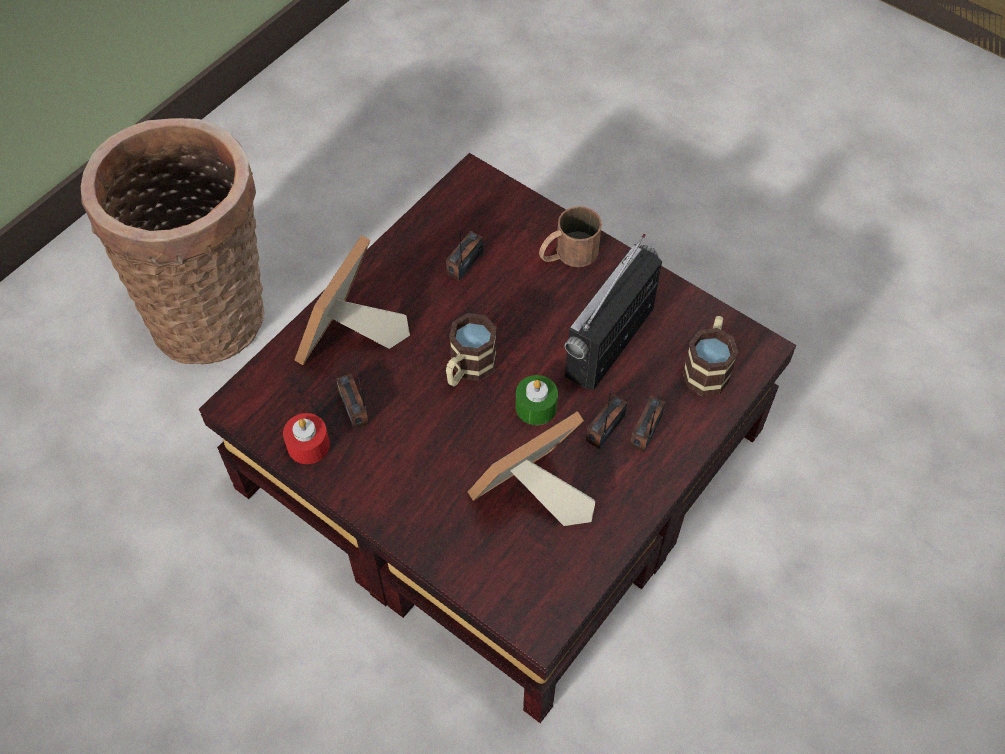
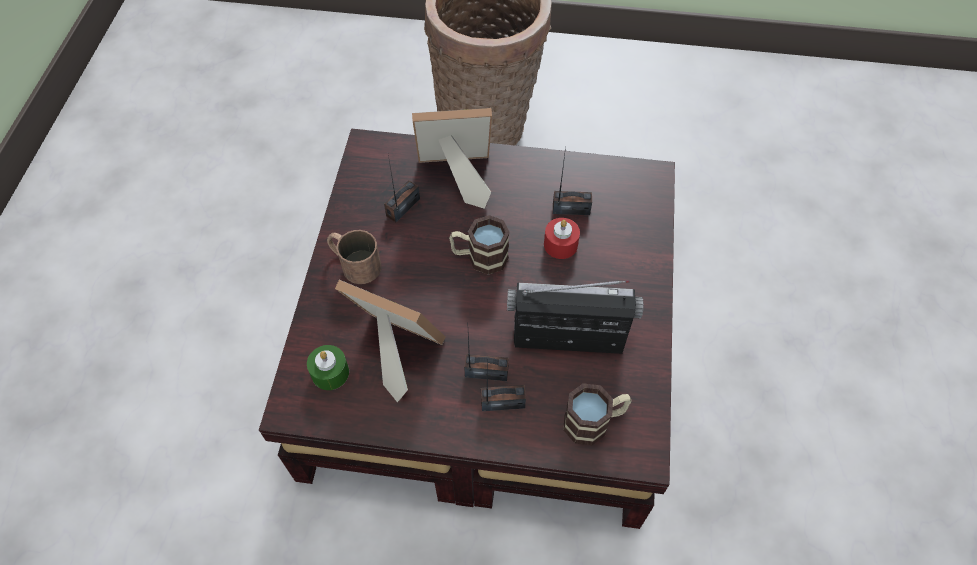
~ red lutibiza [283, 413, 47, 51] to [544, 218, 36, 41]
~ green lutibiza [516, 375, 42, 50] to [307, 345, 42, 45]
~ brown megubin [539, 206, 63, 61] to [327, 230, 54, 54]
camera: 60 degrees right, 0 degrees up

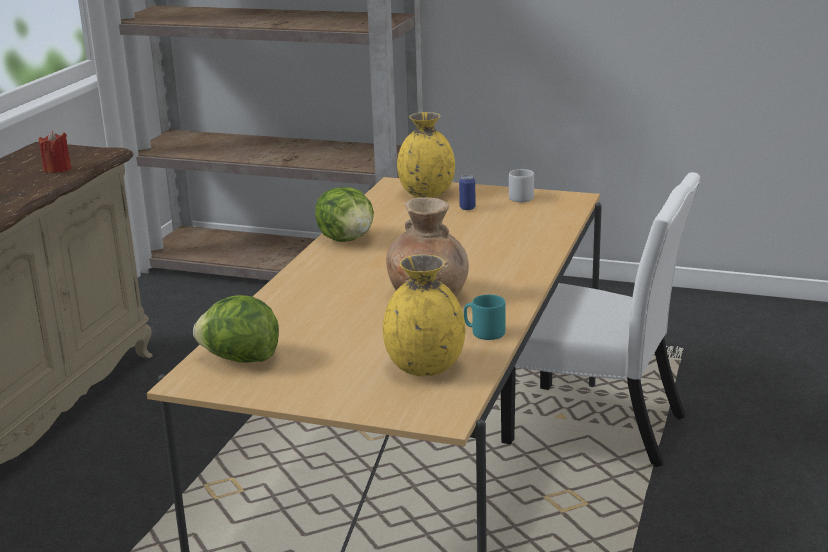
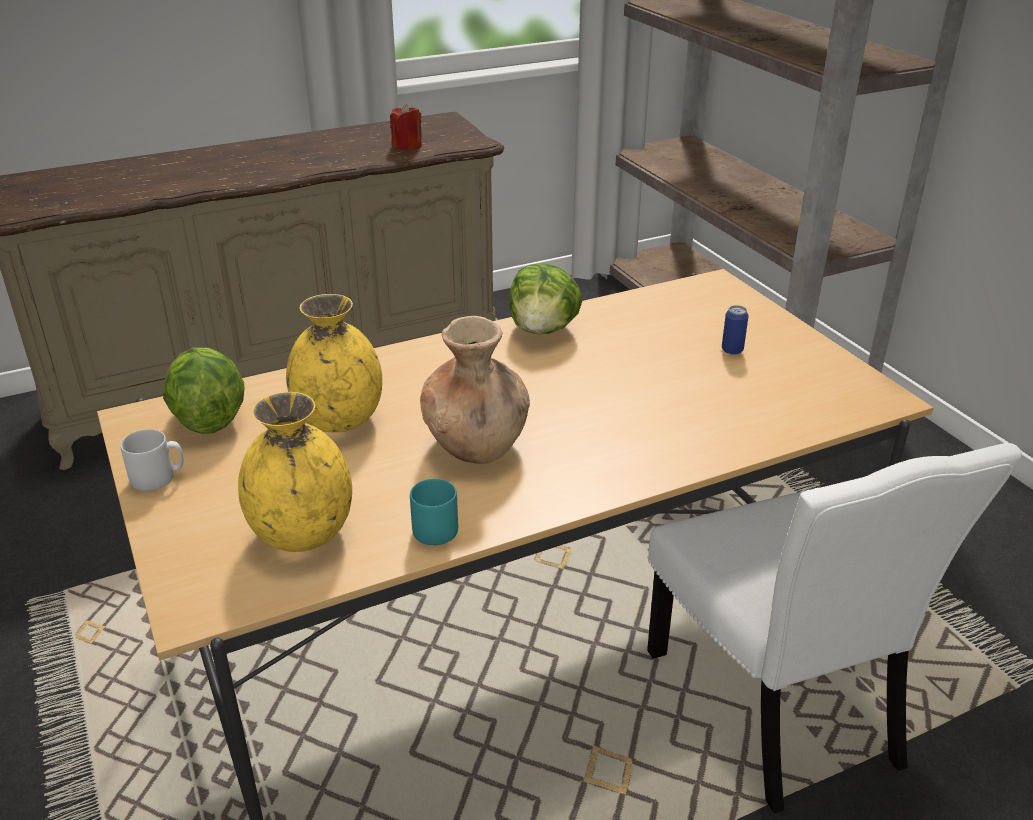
~ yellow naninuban [397, 112, 58, 86] to [286, 294, 96, 139]
~ grey megubin [509, 169, 25, 33] to [120, 429, 63, 62]
camera: 45 degrees right, 10 degrees up

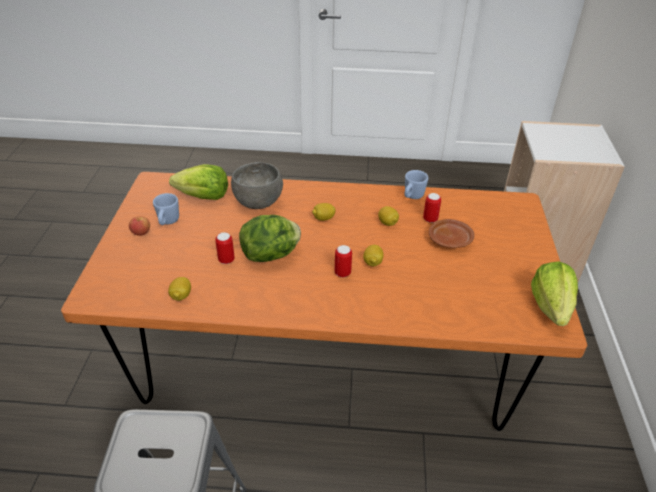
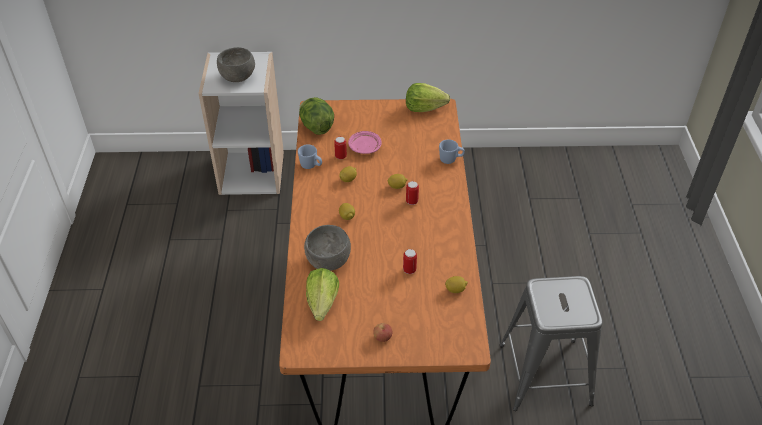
+ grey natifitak [217, 47, 38, 35]
~ blue megubin [153, 193, 26, 32] to [439, 139, 26, 25]
~ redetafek [239, 215, 62, 47] to [299, 97, 35, 38]
~ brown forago [429, 219, 45, 29] to pink forago [348, 131, 34, 23]
camera: 95 degrees left, 5 degrees up

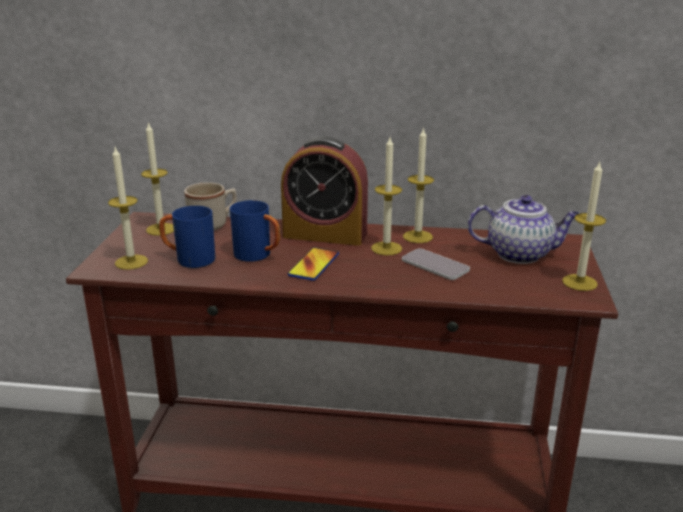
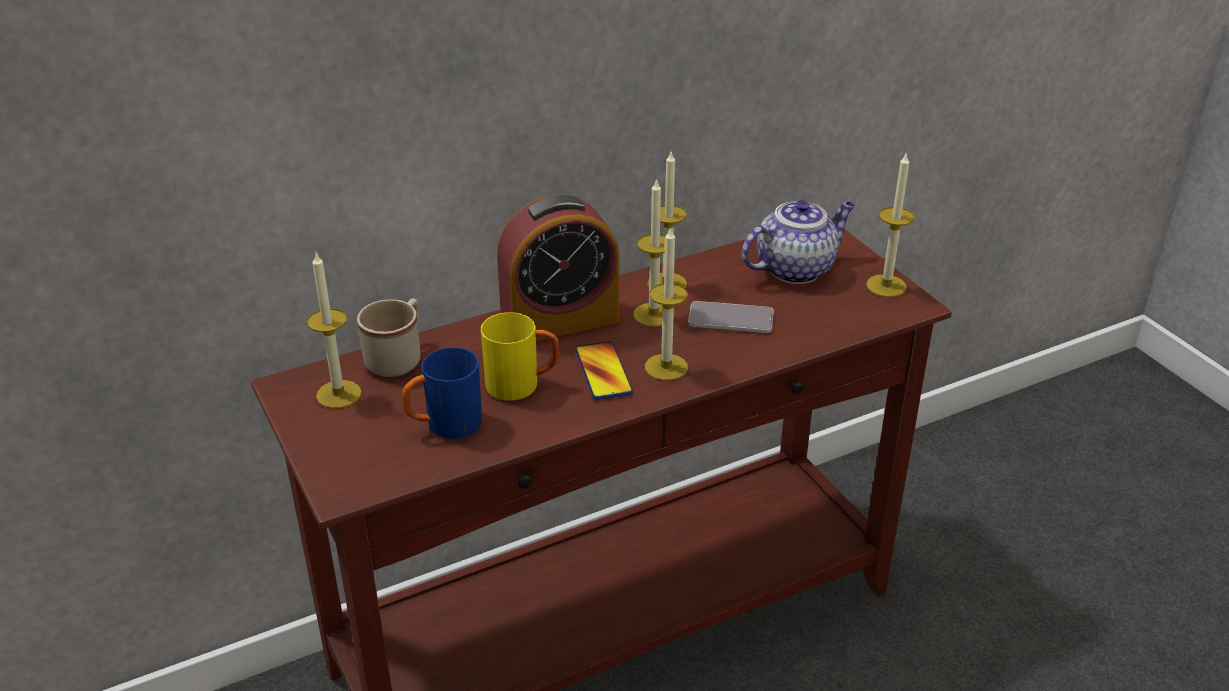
~ lutibiza [108, 147, 40, 123] to [645, 226, 43, 155]
~ blue megubin [230, 200, 50, 62] to yellow megubin [481, 312, 79, 89]
camera: 35 degrees left, 10 degrees up

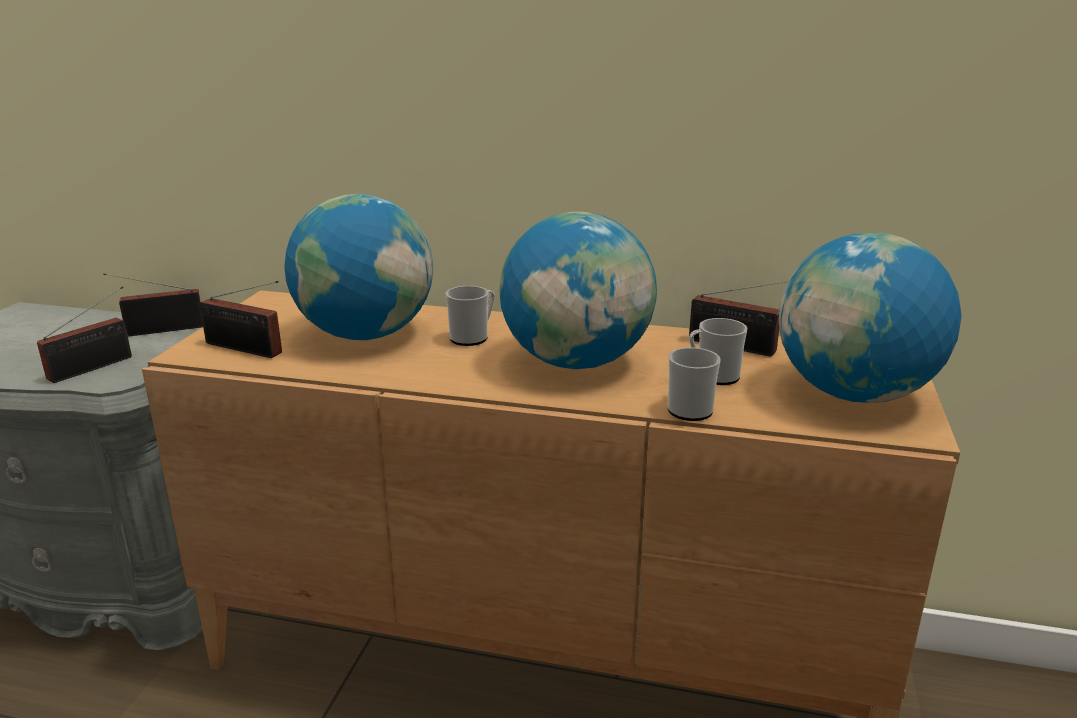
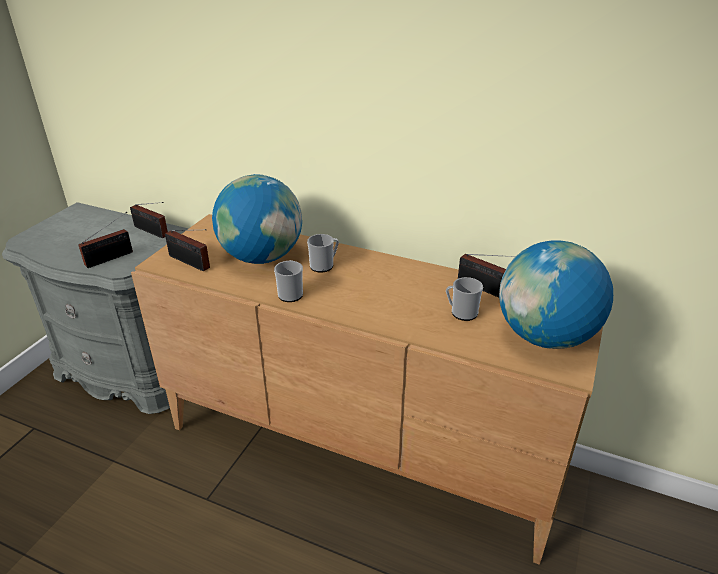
- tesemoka [499, 212, 158, 157]
~ megubin [667, 347, 54, 74] to [274, 260, 29, 42]
~ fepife [103, 273, 100, 64] = [130, 202, 38, 36] 135 degrees counterclockwise
camera: 10 degrees right, 10 degrees up

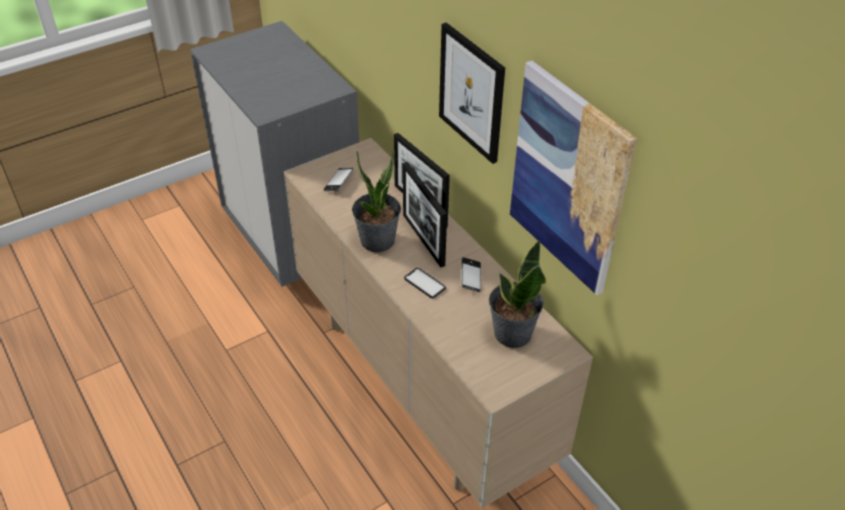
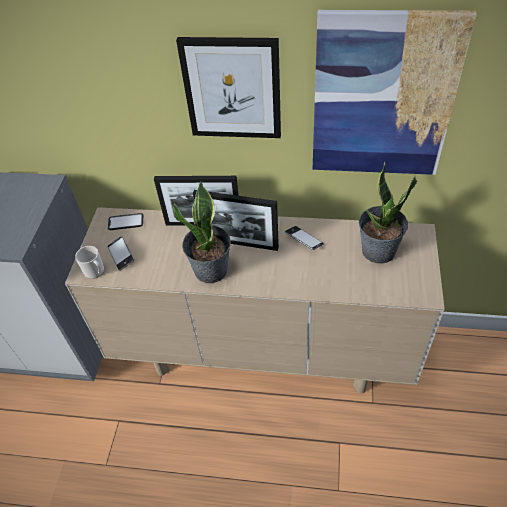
+ megubin [75, 246, 29, 33]
~ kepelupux [404, 268, 42, 30] to [108, 213, 35, 17]
camera: 45 degrees left, 5 degrees up

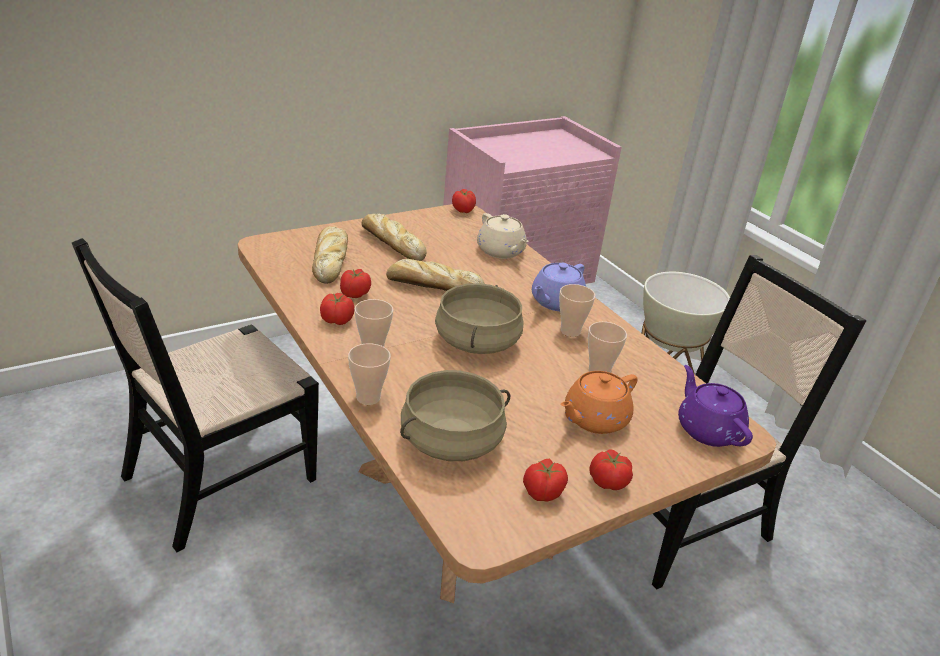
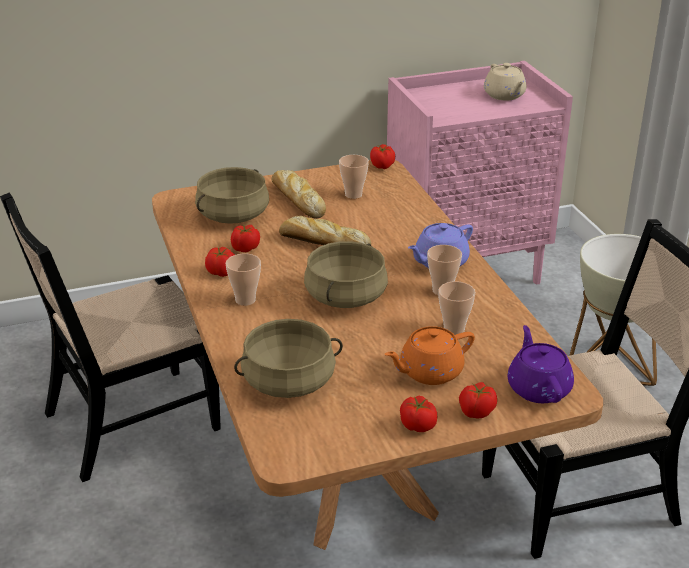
~ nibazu [348, 343, 43, 62] to [339, 155, 30, 44]
~ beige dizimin [477, 213, 52, 46] to [484, 63, 43, 38]
~ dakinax [523, 458, 45, 44] to [459, 382, 38, 37]
~ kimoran [312, 226, 36, 58] to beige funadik [195, 167, 74, 57]
camera: 15 degrees right, 0 degrees up

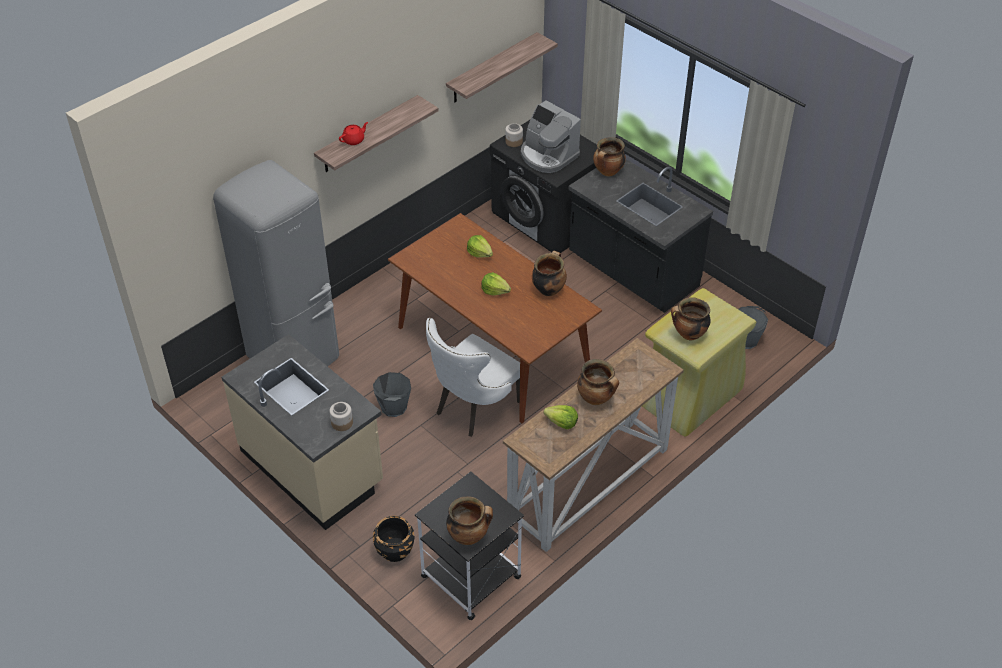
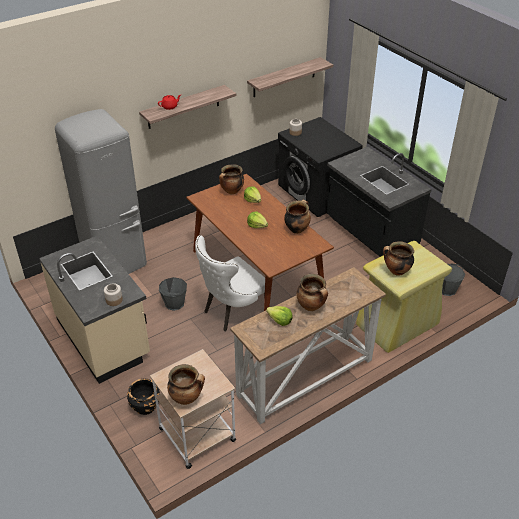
- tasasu [521, 101, 60, 72]
~ funadik [593, 137, 33, 40] to [219, 164, 25, 30]
~ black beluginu [415, 471, 109, 149] to beige beluginu [150, 349, 86, 120]
camera: 10 degrees right, 5 degrees down

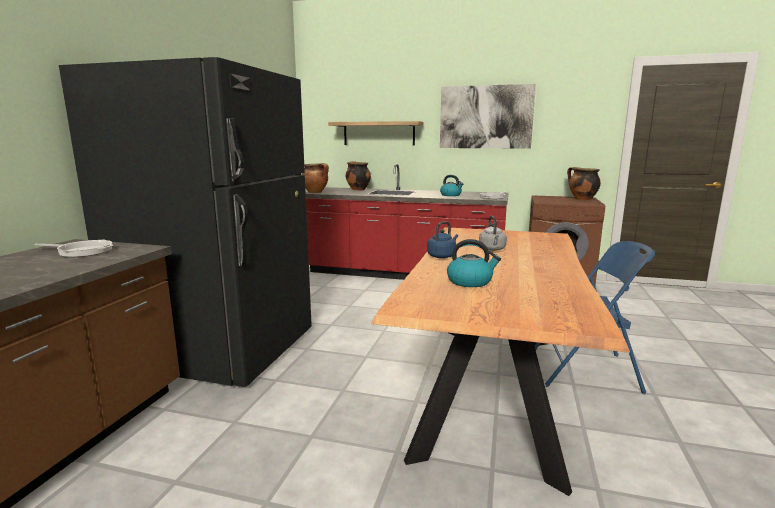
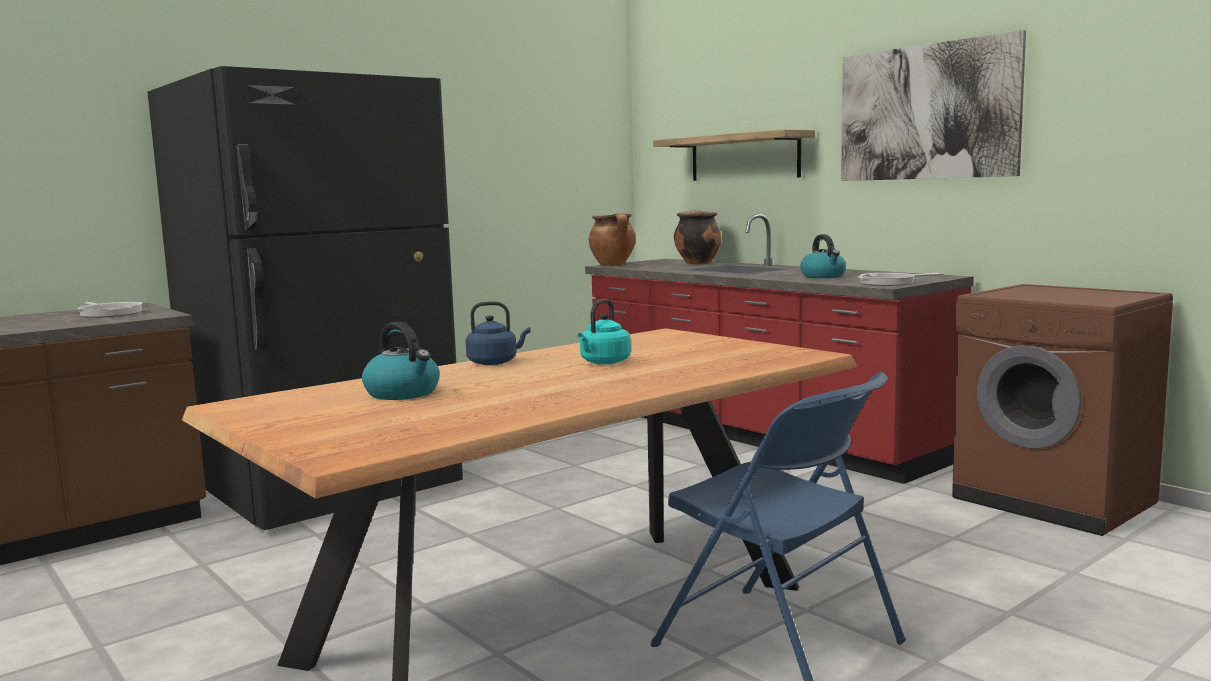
- funadik [567, 167, 34, 33]
~ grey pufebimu [479, 216, 28, 35] to turquoise pufebimu [578, 299, 53, 65]
camera: 35 degrees right, 5 degrees down

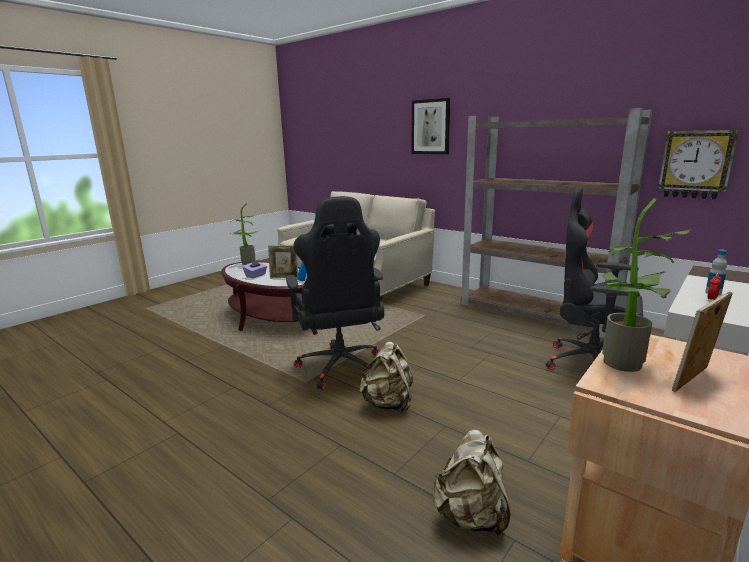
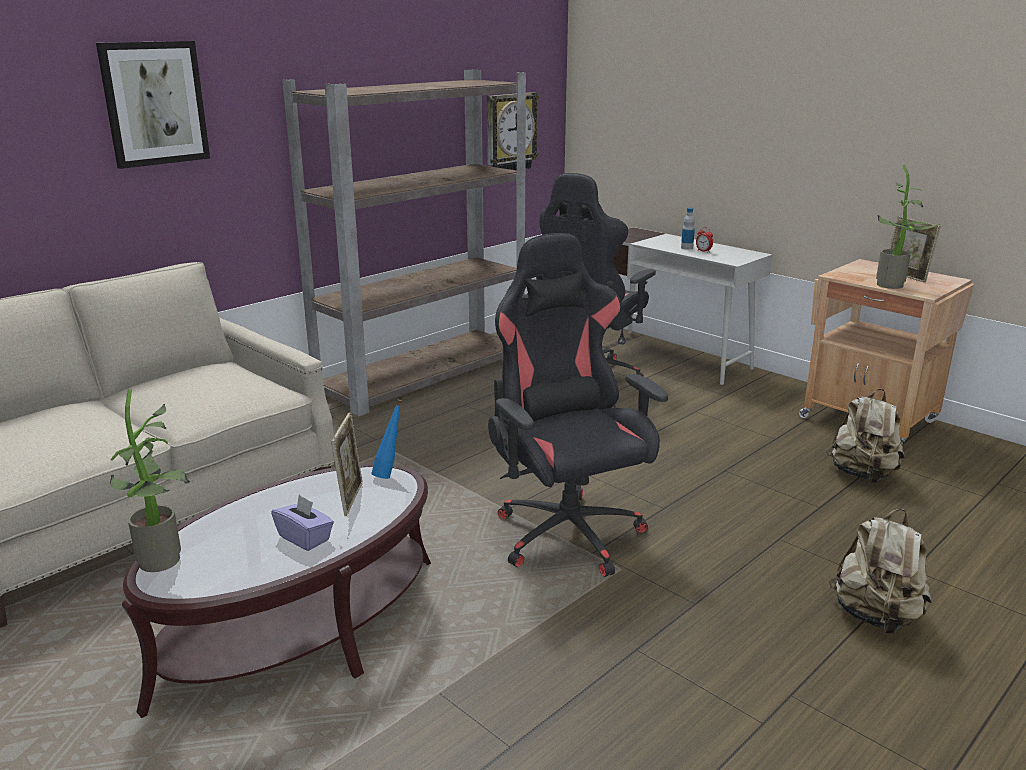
~ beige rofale [359, 342, 54, 71] to [829, 509, 102, 125]
~ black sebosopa [286, 196, 98, 194] = [488, 233, 180, 344] 105 degrees counterclockwise
camera: 85 degrees left, 5 degrees up

